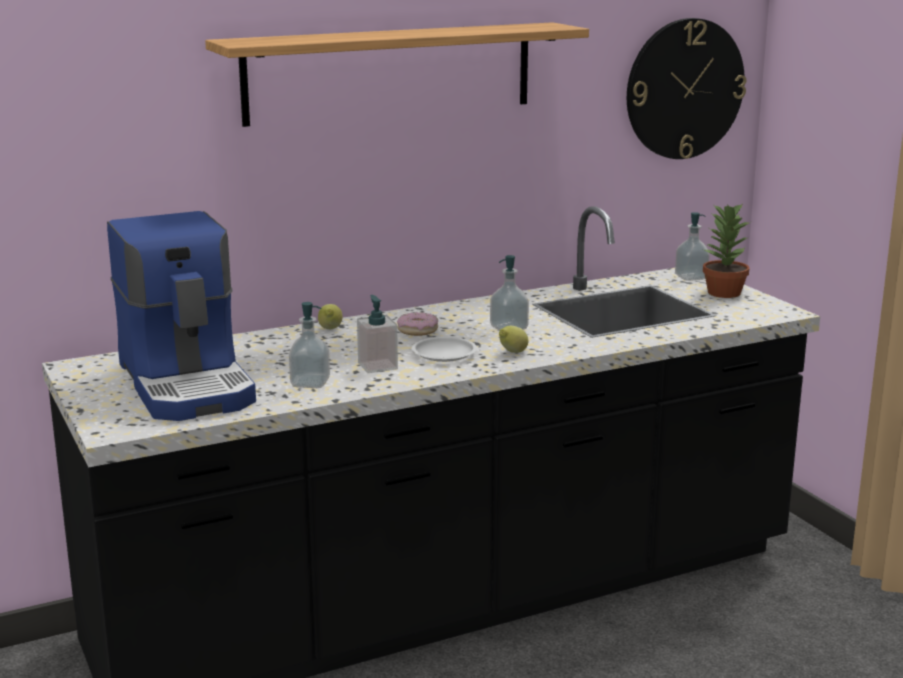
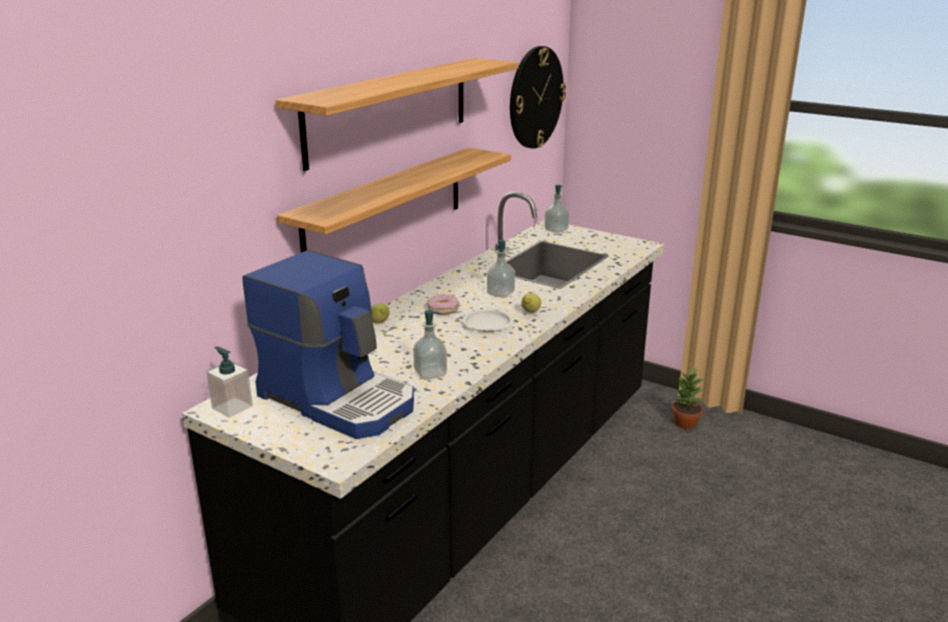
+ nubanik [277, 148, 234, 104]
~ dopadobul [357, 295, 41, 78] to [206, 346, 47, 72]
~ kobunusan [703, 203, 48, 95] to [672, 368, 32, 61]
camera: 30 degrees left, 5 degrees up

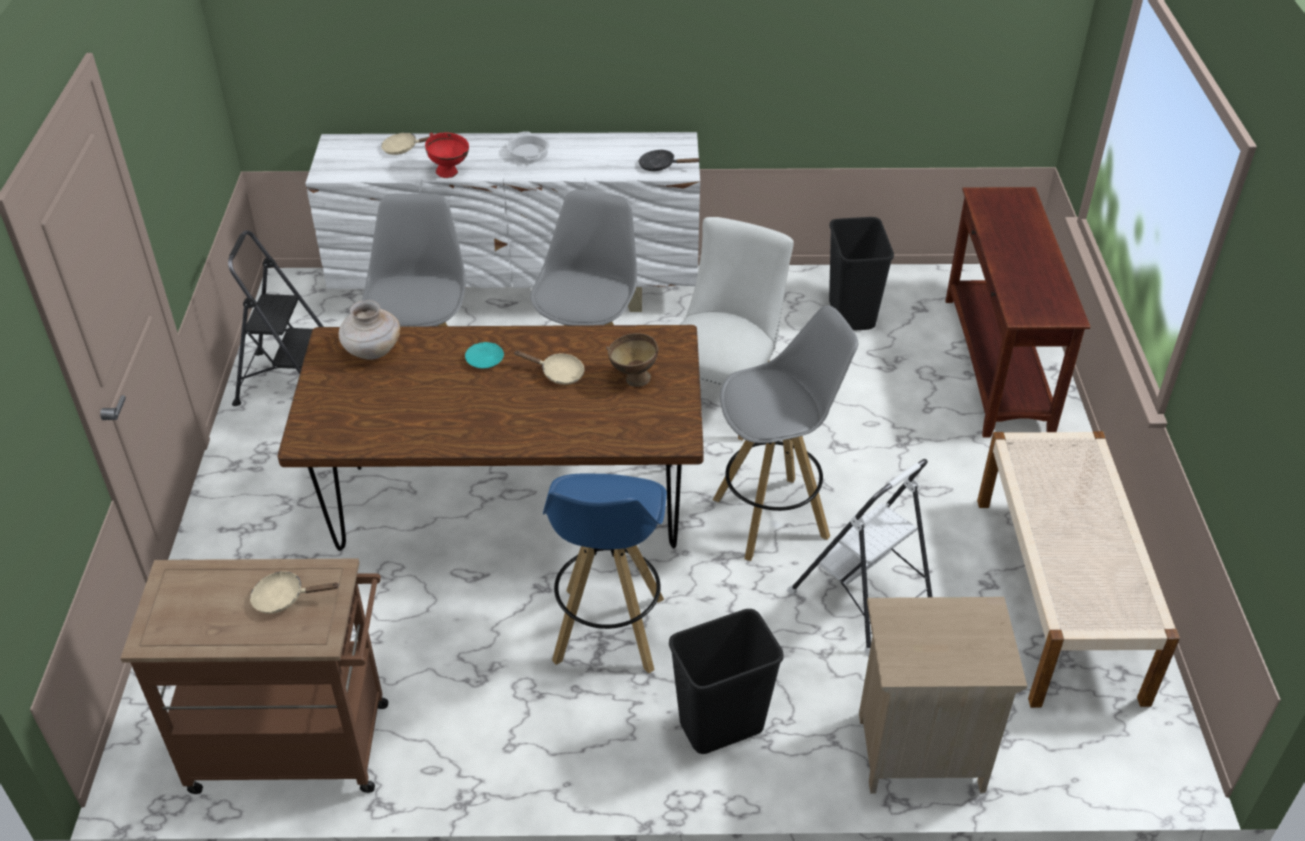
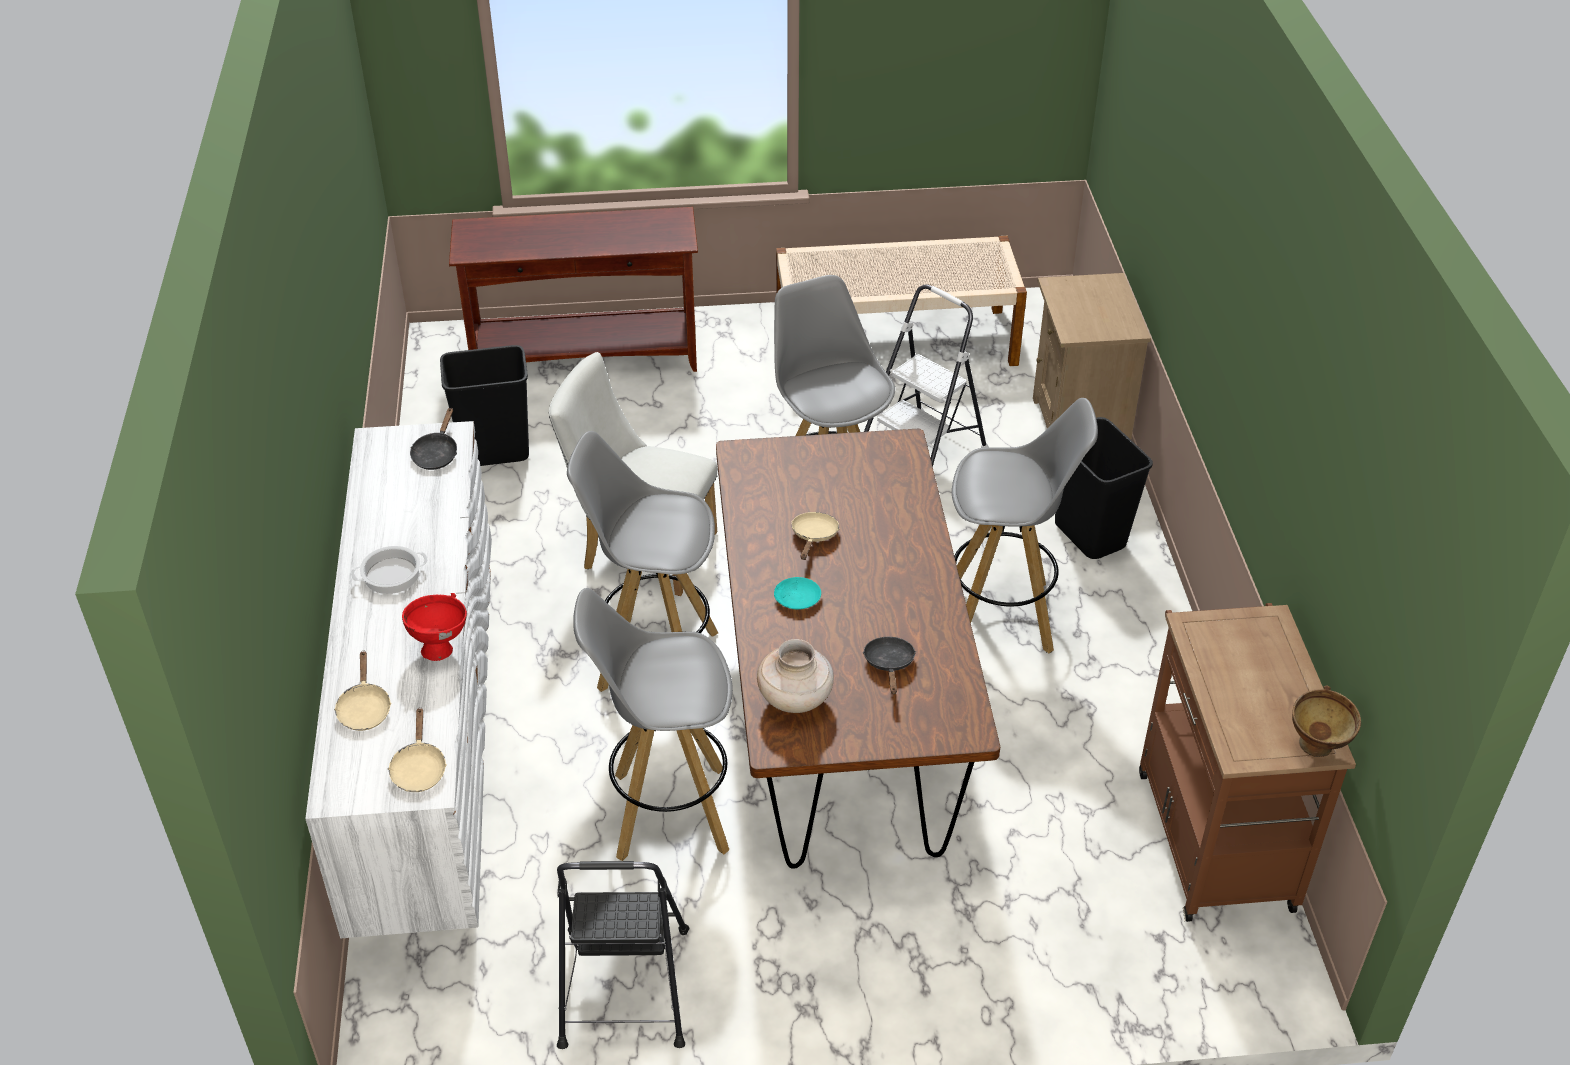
+ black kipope [863, 637, 53, 57]
~ beige kipope [250, 571, 88, 43] to [388, 707, 59, 85]
~ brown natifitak [606, 333, 53, 54] to [1292, 685, 69, 72]
~ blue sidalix [543, 474, 124, 199] to grey sidalix [952, 398, 146, 256]
camera: 95 degrees left, 0 degrees up

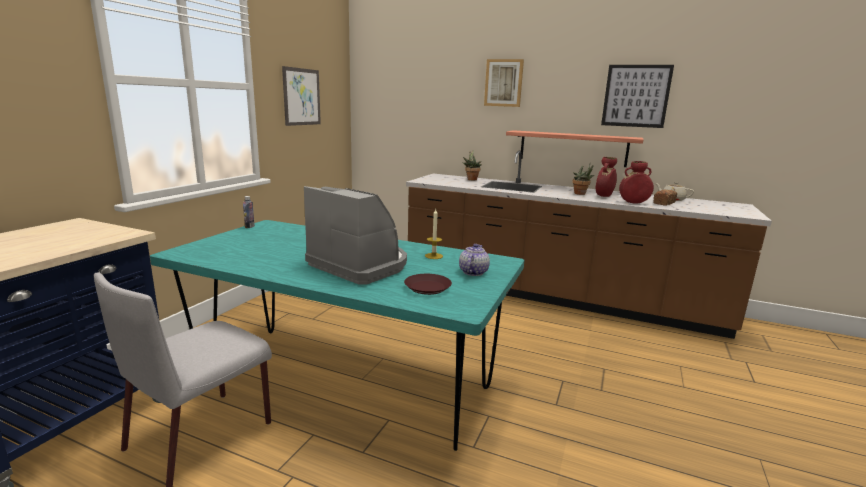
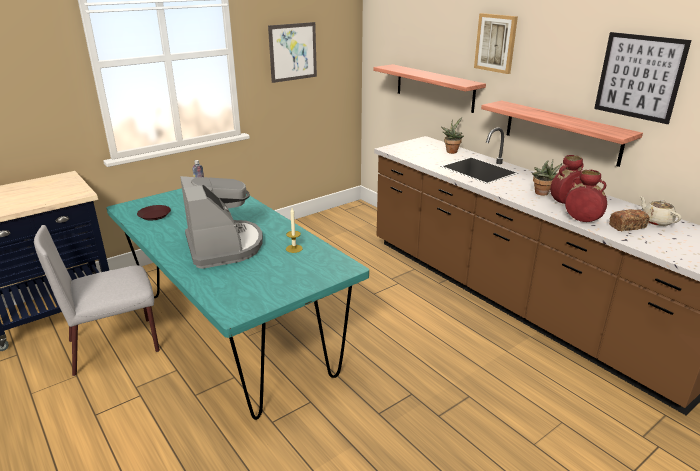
- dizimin [459, 244, 31, 32]
+ nubanik [373, 64, 113, 49]
~ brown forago [404, 274, 48, 21] to [137, 205, 34, 15]
camera: 30 degrees right, 10 degrees up

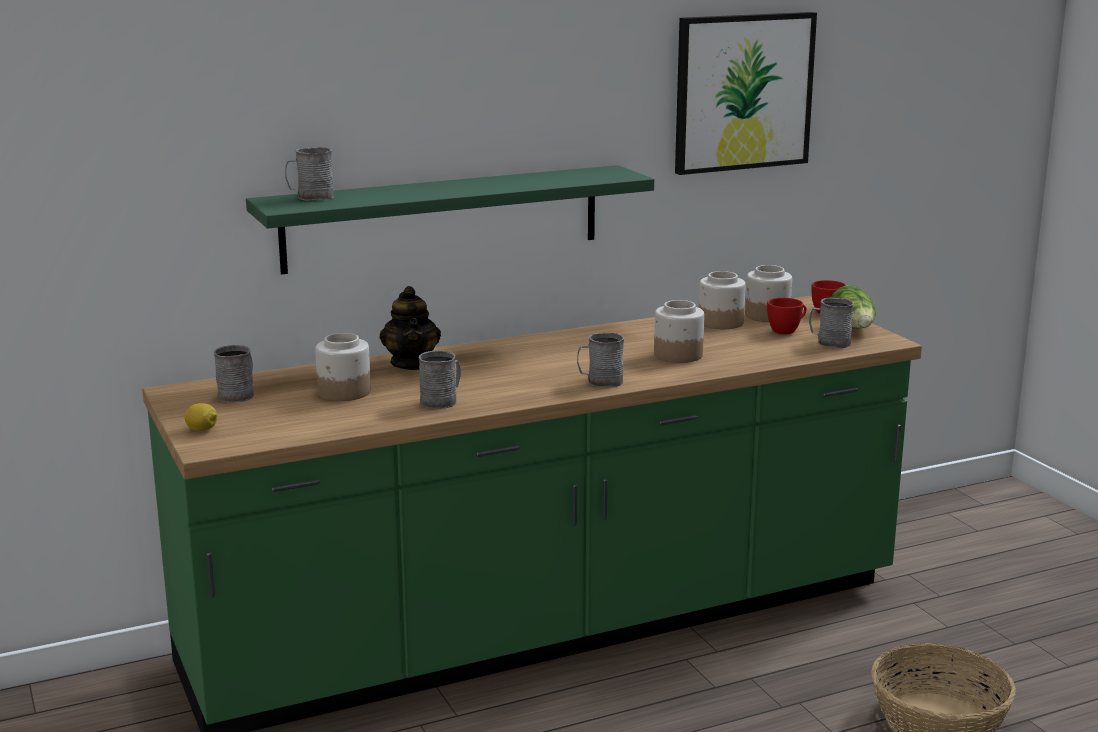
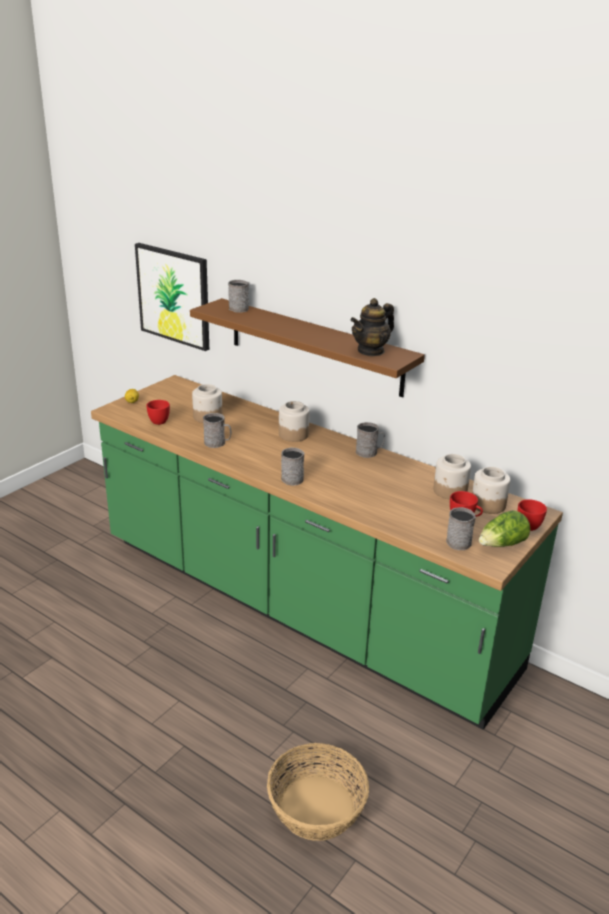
+ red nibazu [146, 400, 24, 25]
~ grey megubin [214, 345, 40, 58] to [356, 422, 29, 36]
~ dizimin [380, 286, 61, 84] to [351, 298, 43, 58]
~ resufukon [654, 300, 50, 63] to [279, 401, 31, 41]
~ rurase [675, 12, 142, 163] to [135, 243, 74, 108]
~ green nubanik [246, 165, 408, 109] to brown nubanik [190, 298, 235, 99]
camera: 60 degrees right, 10 degrees up

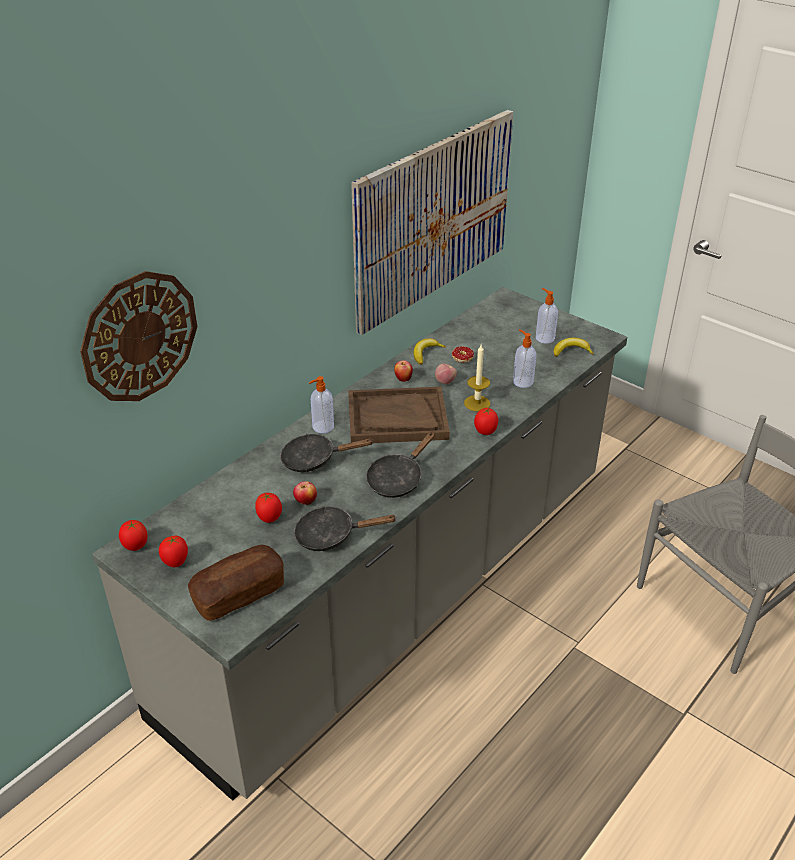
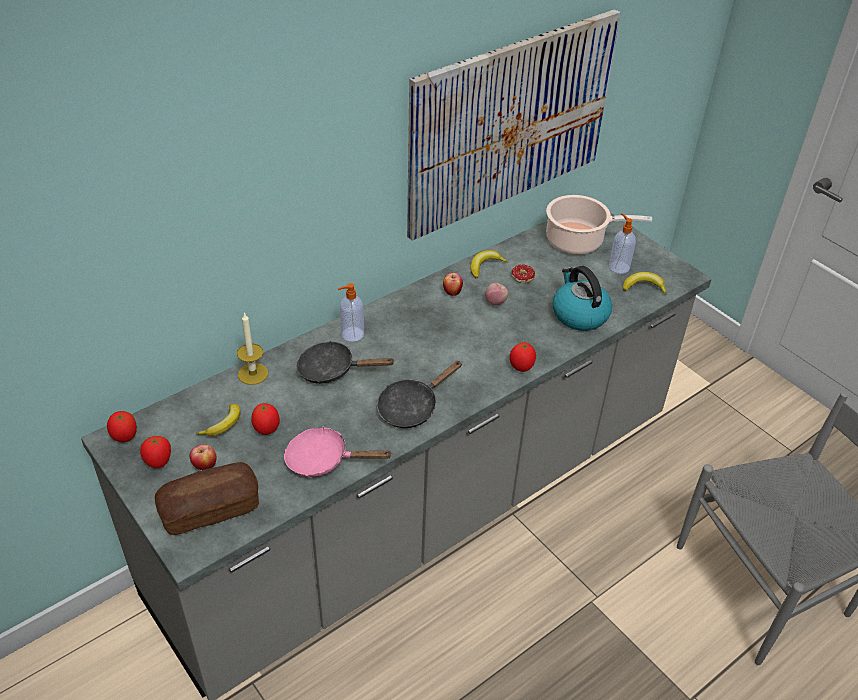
- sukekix [80, 271, 117, 130]
- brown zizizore [348, 387, 102, 56]
+ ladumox [196, 404, 44, 32]
+ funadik [546, 195, 106, 60]
~ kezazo [293, 481, 24, 24] to [190, 444, 26, 26]
~ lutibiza [464, 345, 26, 66] to [237, 312, 31, 73]
~ dopadobul [513, 329, 23, 59] to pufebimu [552, 266, 60, 65]
~ black kipope [294, 506, 103, 45] to pink kipope [284, 427, 108, 50]
camera: 10 degrees right, 5 degrees up

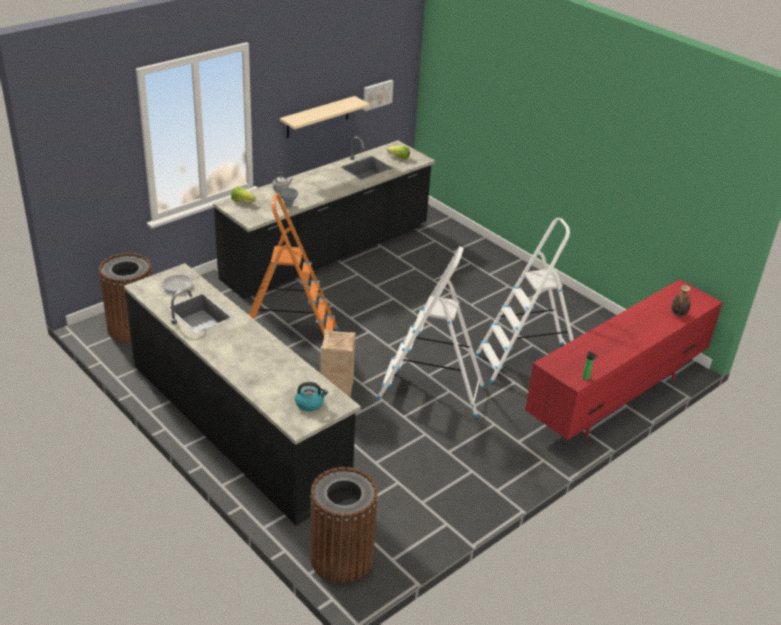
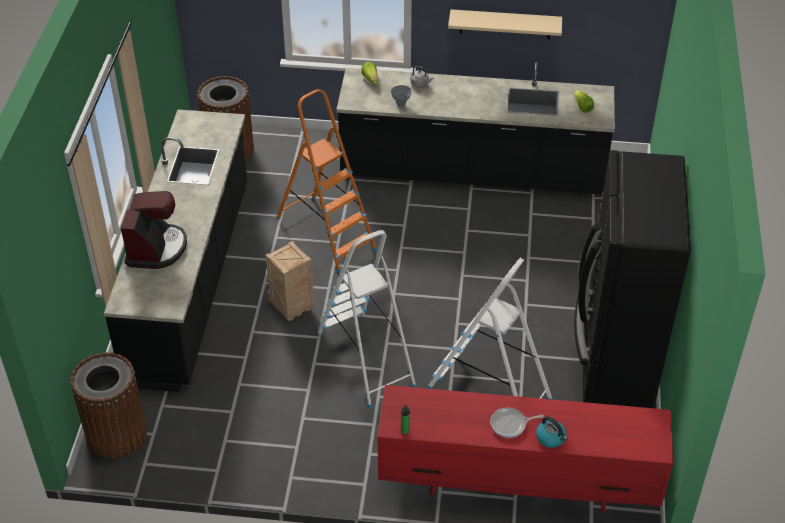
- rurase [363, 80, 31, 31]
- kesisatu [672, 285, 19, 32]
+ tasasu [121, 191, 66, 78]
+ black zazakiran [574, 150, 117, 258]
~ kipope [162, 268, 36, 25] to [490, 408, 54, 30]
~ pufebimu [295, 382, 33, 29] to [536, 416, 32, 32]
camera: 50 degrees right, 10 degrees up

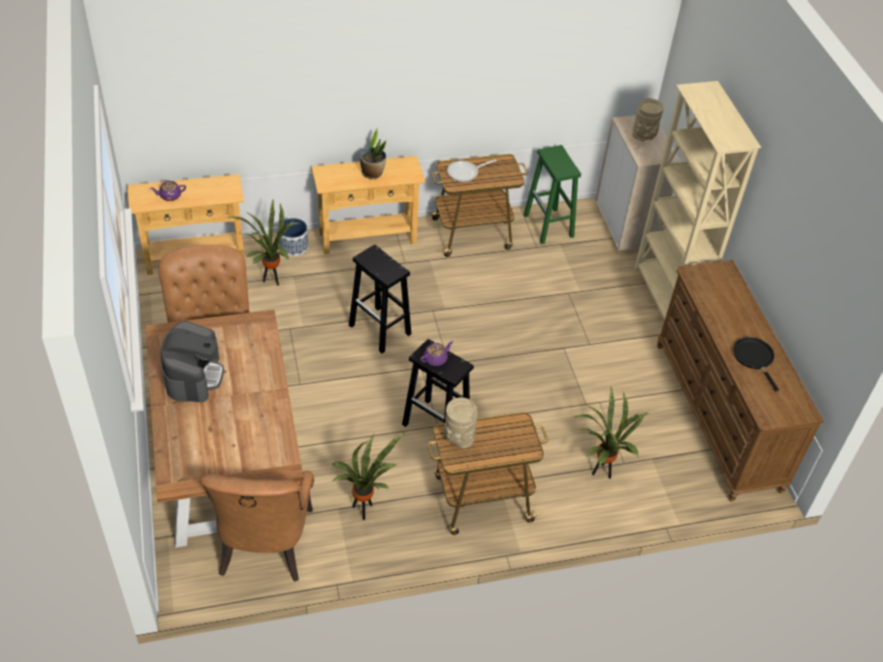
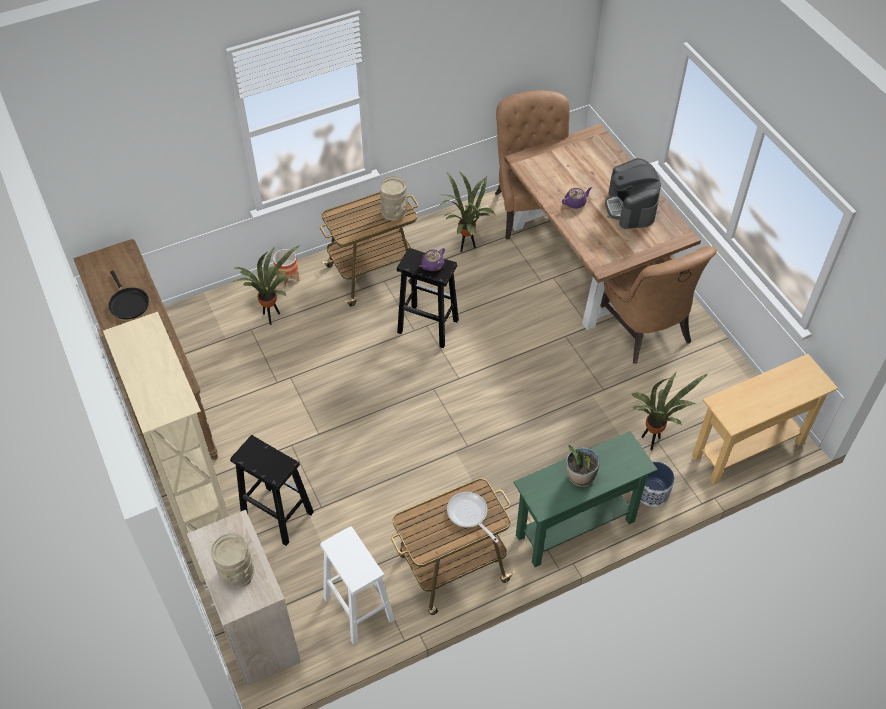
+ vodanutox [273, 249, 27, 39]
~ purple dizimin [150, 181, 36, 20] to [562, 187, 30, 22]
~ black sidalix [349, 245, 62, 108] to [230, 435, 84, 111]
~ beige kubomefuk [311, 156, 114, 98] to green kubomefuk [513, 431, 145, 136]
~ green sidalix [524, 145, 57, 99] to white sidalix [320, 526, 75, 119]
~ kipope [447, 159, 50, 23] = [447, 492, 52, 51] 90 degrees counterclockwise
camera: 170 degrees right, 5 degrees up

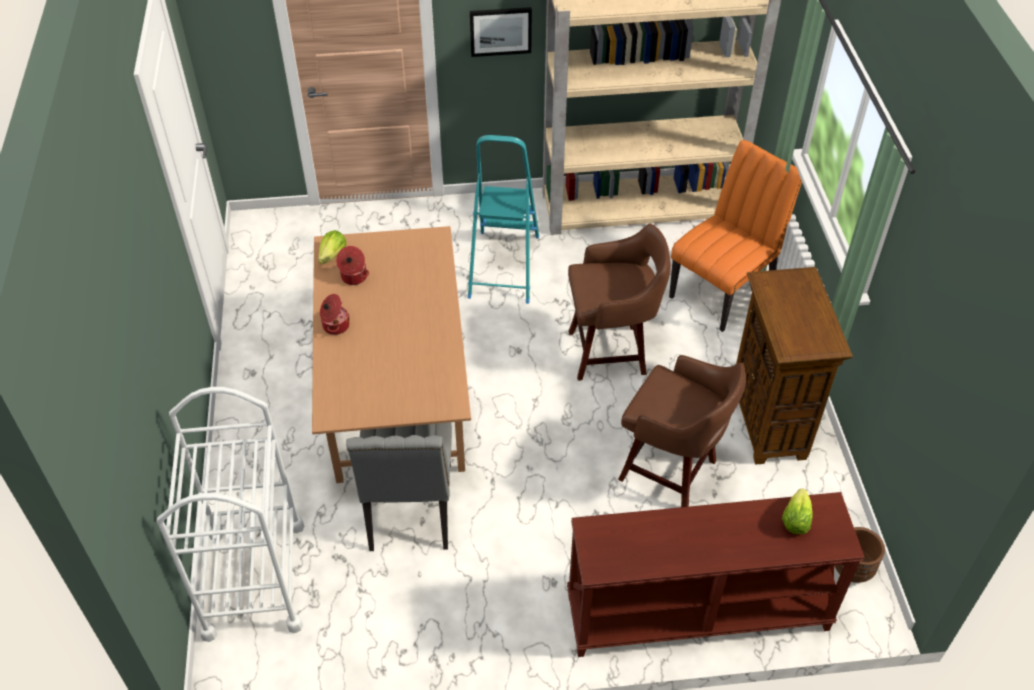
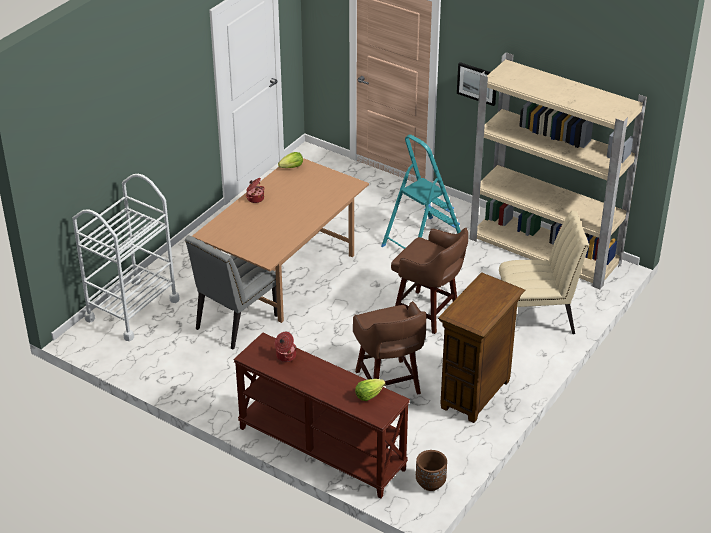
~ funadik [336, 246, 33, 39] to [275, 332, 22, 30]
~ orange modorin [669, 140, 133, 192] to beige modorin [499, 211, 90, 123]
camera: 40 degrees right, 10 degrees down

